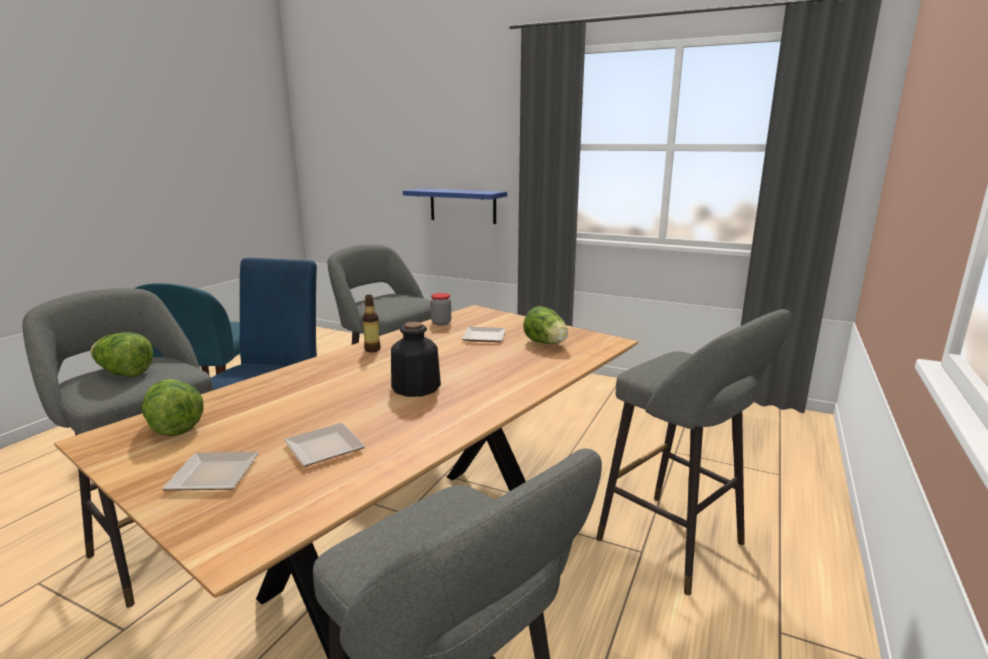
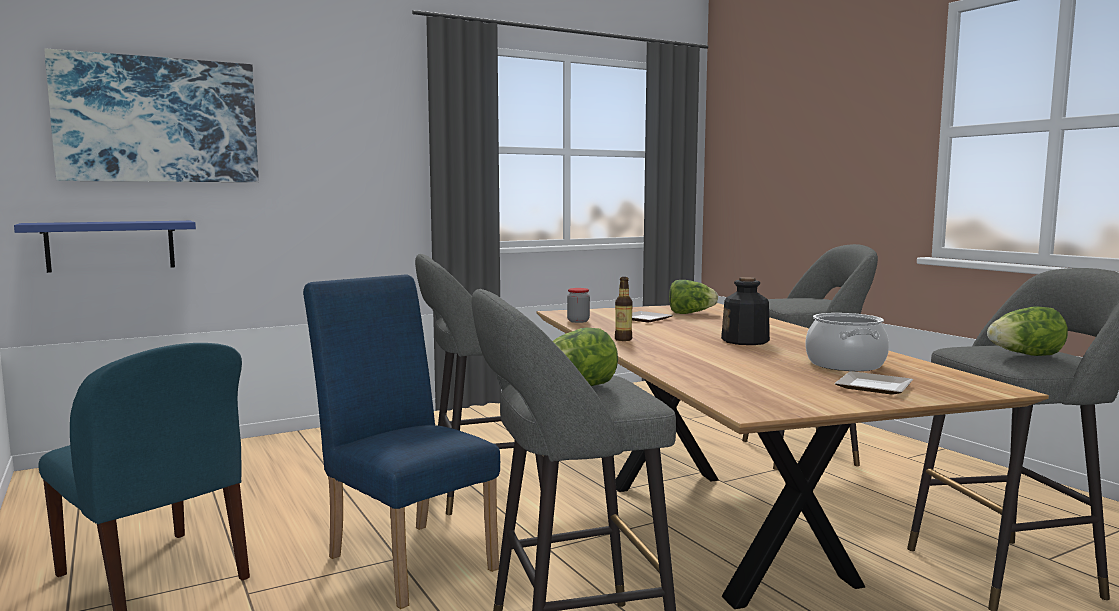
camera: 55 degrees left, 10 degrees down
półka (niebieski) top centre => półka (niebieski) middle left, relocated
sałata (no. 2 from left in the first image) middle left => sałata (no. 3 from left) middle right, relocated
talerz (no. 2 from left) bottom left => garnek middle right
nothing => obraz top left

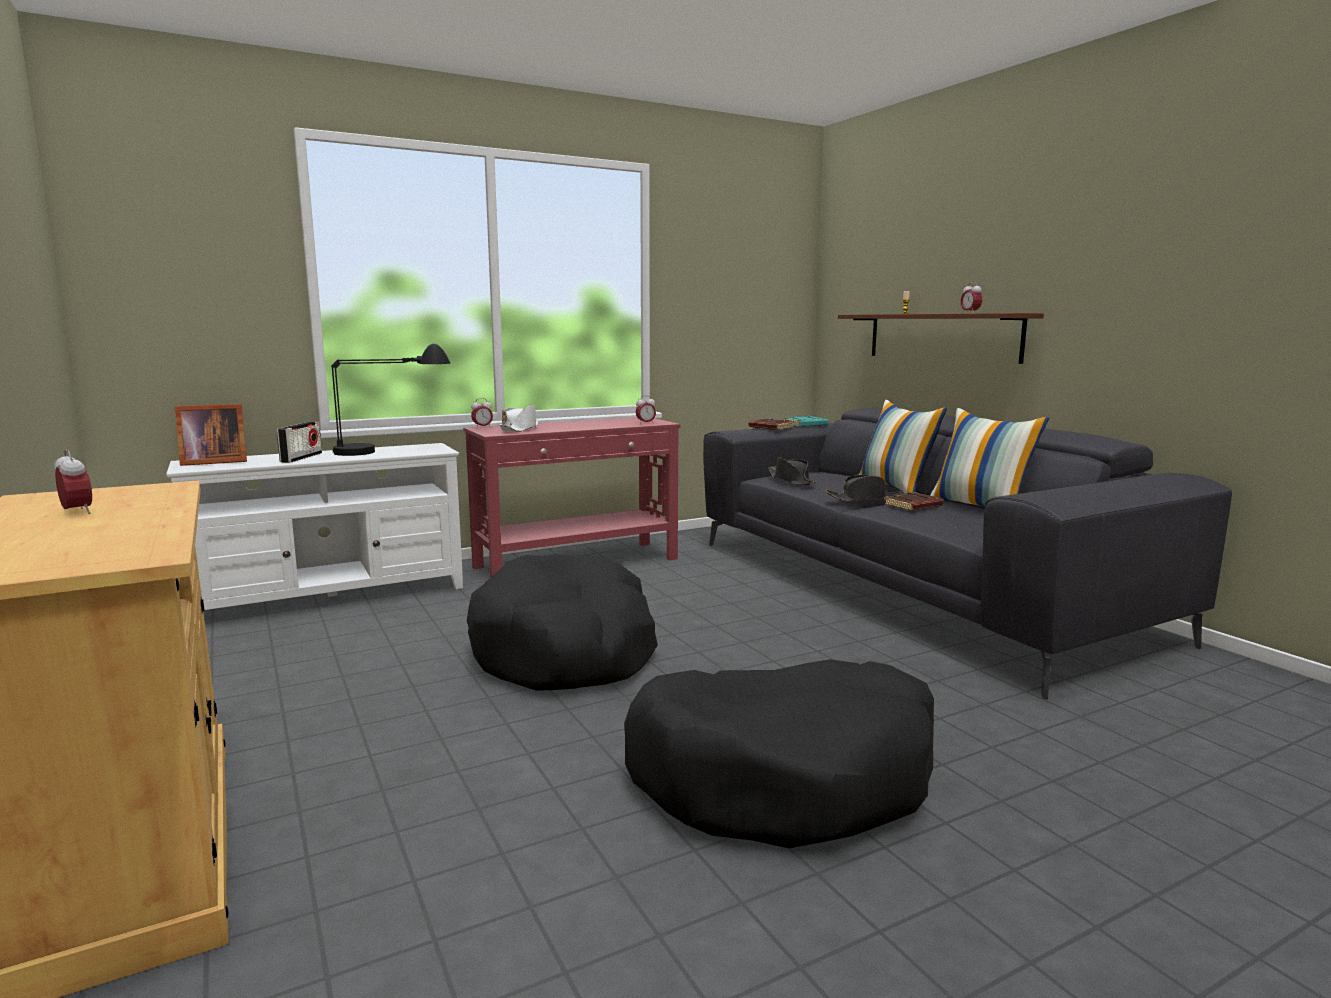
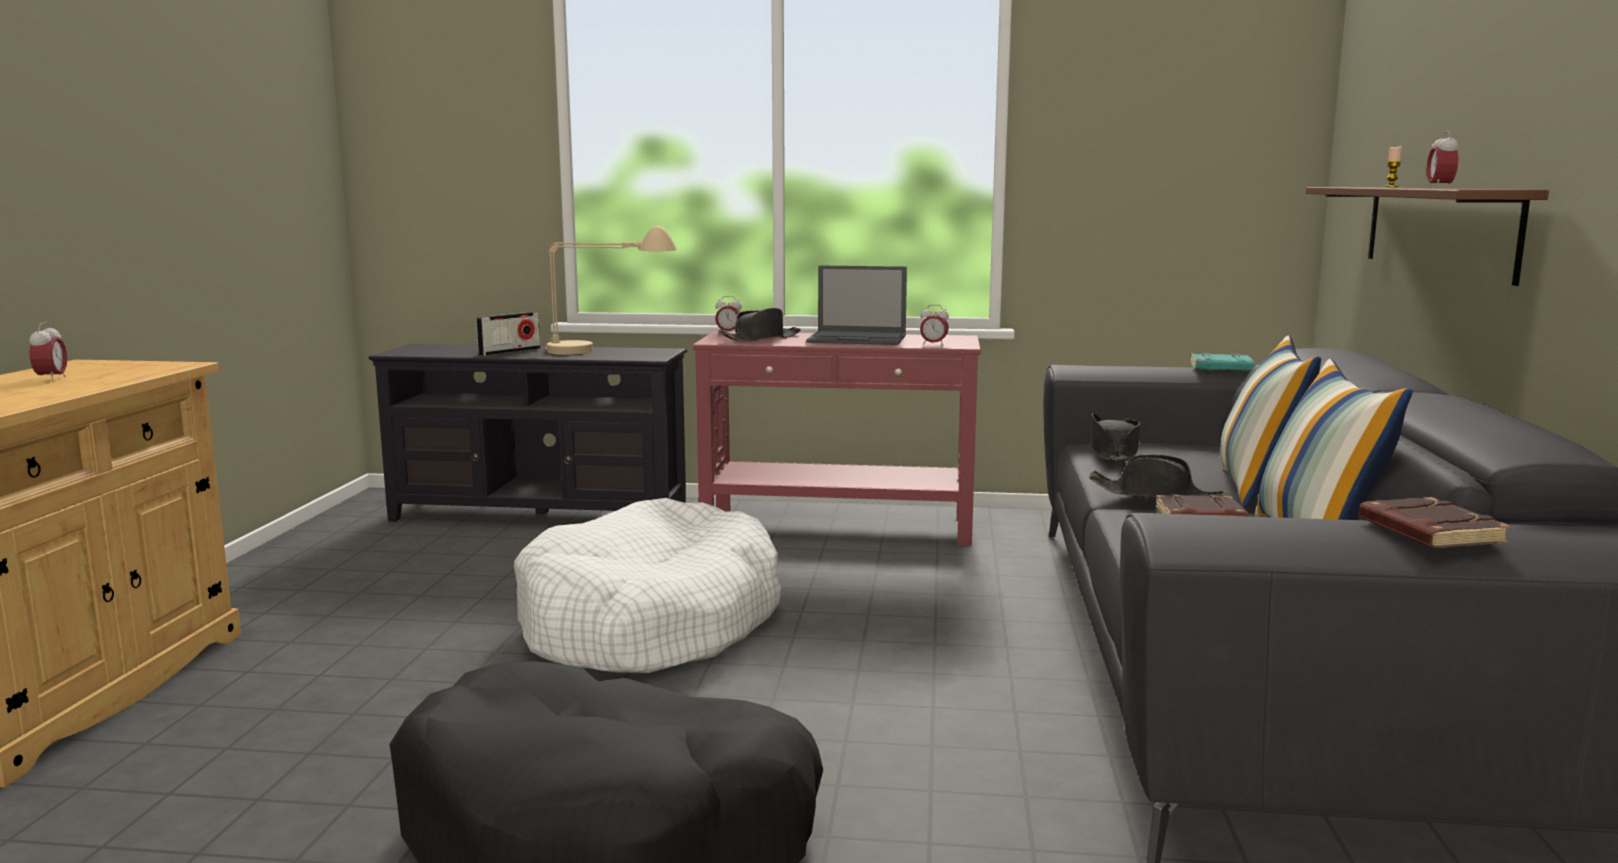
camera: 35 degrees right, 0 degrees up
lampa stołowa (czarny) middle left => lampa stołowa (beżowy) centre
ramka na zdjęcie middle left => nothing
kapelusz (biały) centre => kapelusz (czarny) (no. 1 from left) centre
książka (brązowy) (no. 1 from left in the first image) centre => książka (brązowy) (no. 2 from left) middle right, relocated
szafka pod telewizor (biały) middle left => szafka pod telewizor (czarny) middle left
legowisko (czarny) (no. 1 from left) centre => legowisko (biały) bottom centre
nothing => laptop centre

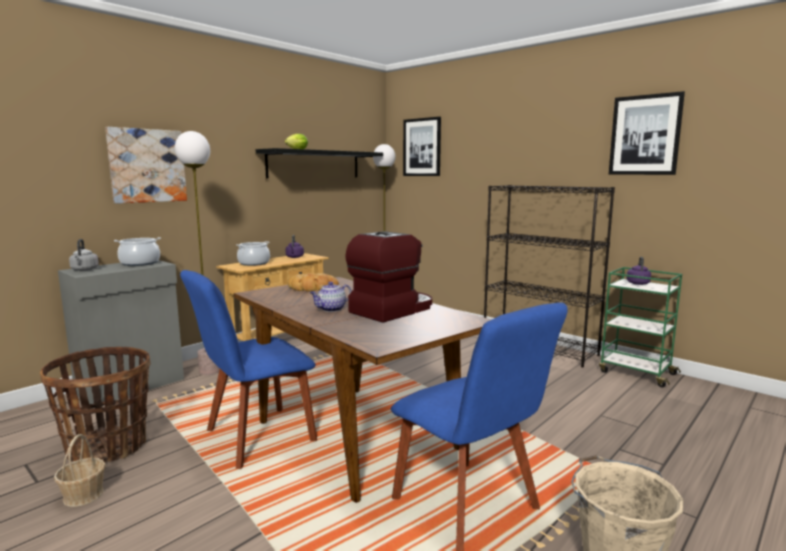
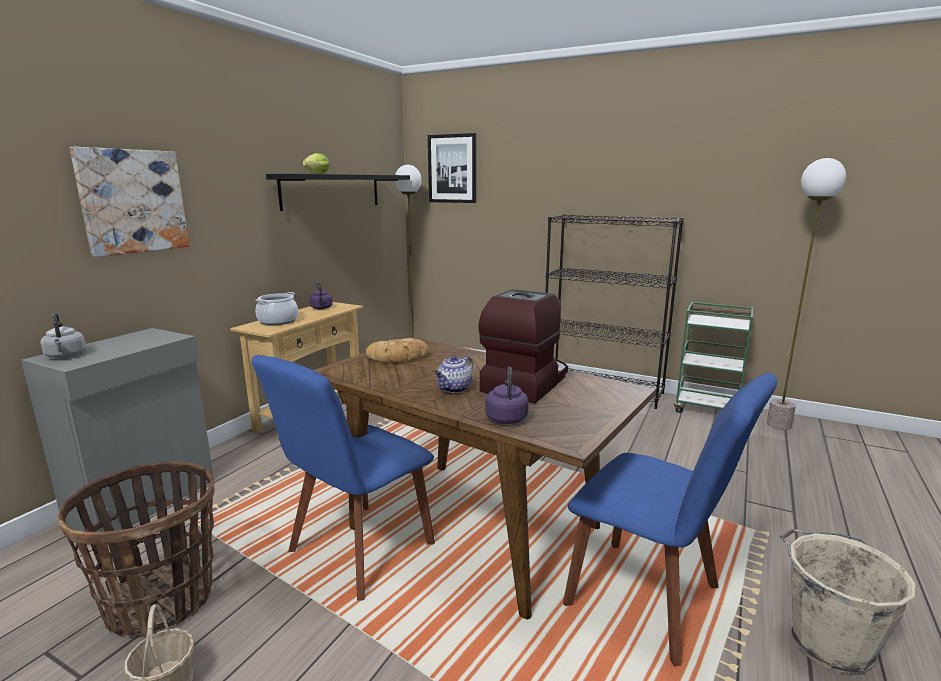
camera: 15 degrees left, 5 degrees up
obraz (no. 3 from left) top right => nothing
lampa stojąca (no. 1 from left in the first image) middle left => lampa stojąca (no. 2 from left) middle right, relocated
garnek (no. 1 from left) middle left => nothing
czajnik (fioletowy) (no. 2 from left) middle right => czajnik (fioletowy) (no. 2 from left) centre, relocated

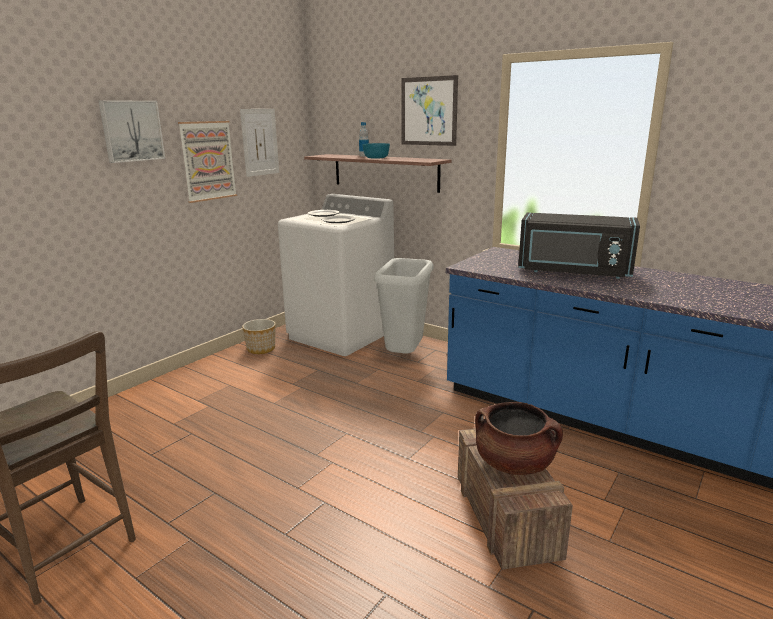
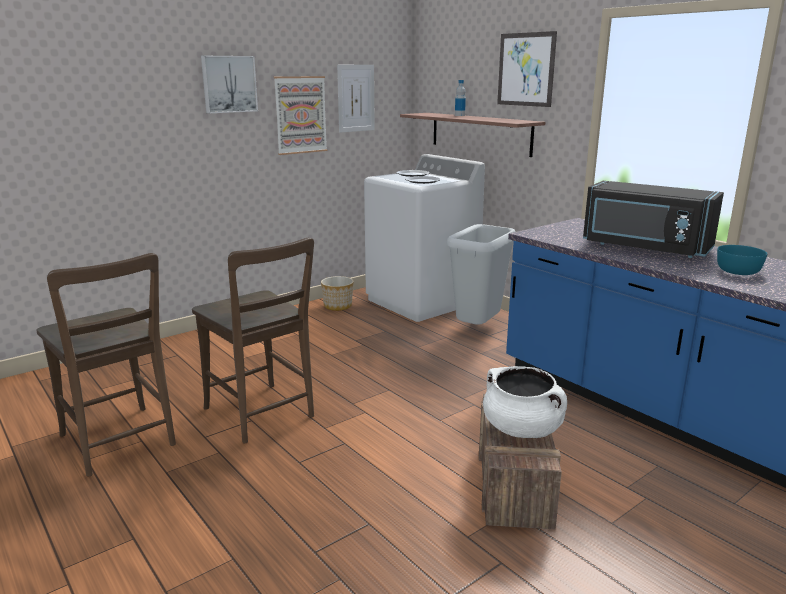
camera: 15 degrees right, 0 degrees up
miska (turkusowy) top centre => miska (turkusowy) middle right, relocated
garnek (brązowy) bottom right => garnek (biały) bottom right
nothing => krzesło (brązowy) (no. 2 from left) middle left

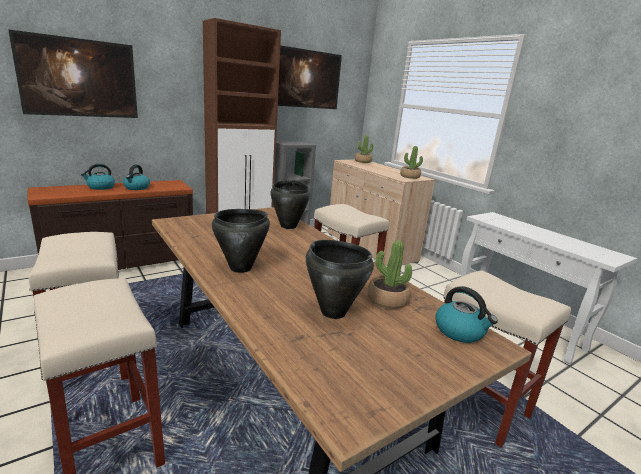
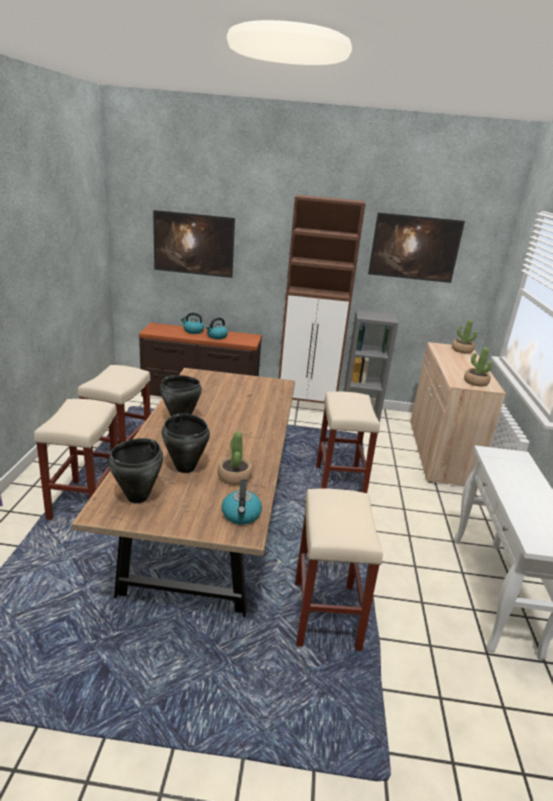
camera: 40 degrees right, 5 degrees up
garnek (czarny) (no. 2 from left in the first image) centre => garnek (czarny) (no. 1 from left) middle left, relocated

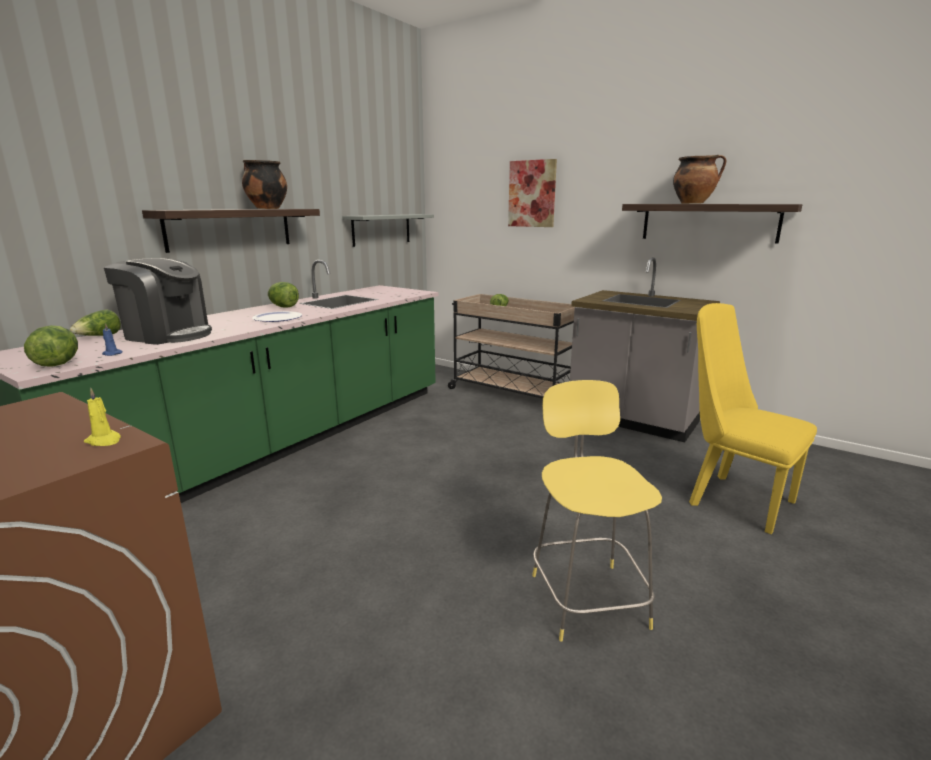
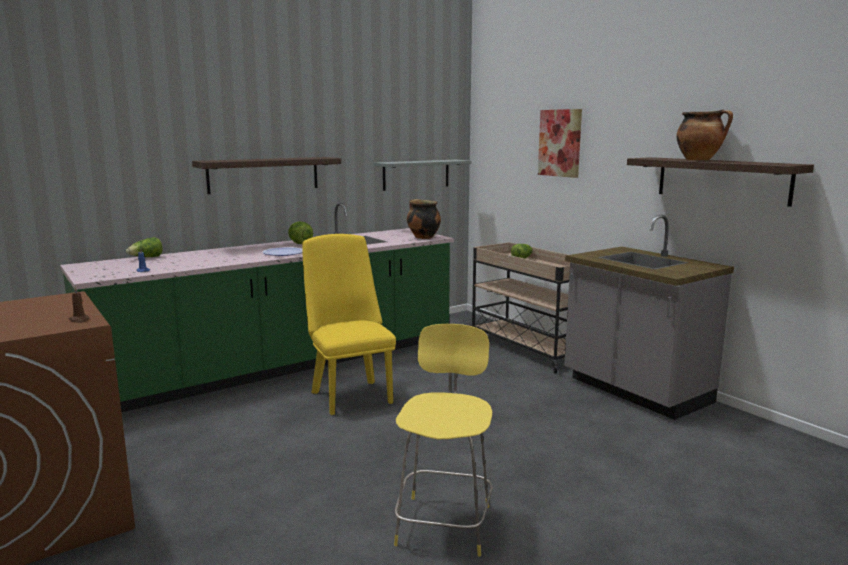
camera: 20 degrees right, 5 degrees down
garnek (no. 1 from left) top left => garnek (no. 1 from left) centre, relocated
ekspres do kawy middle left => nothing
krzesło (żółty) middle right => krzesło (żółty) centre, relocated
sałata (no. 1 from left) middle left => nothing
świeca (żółty) middle left => świeca (brązowy) middle left

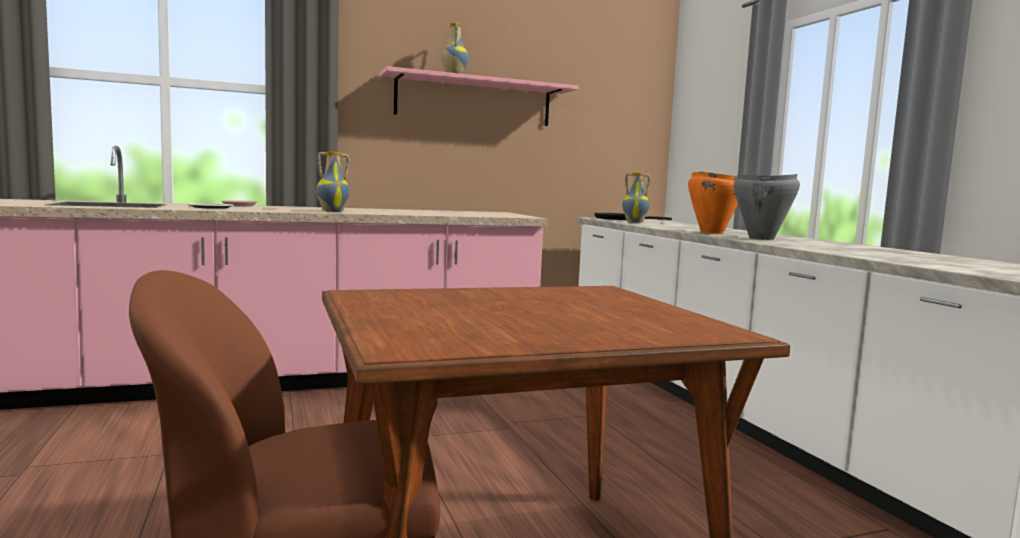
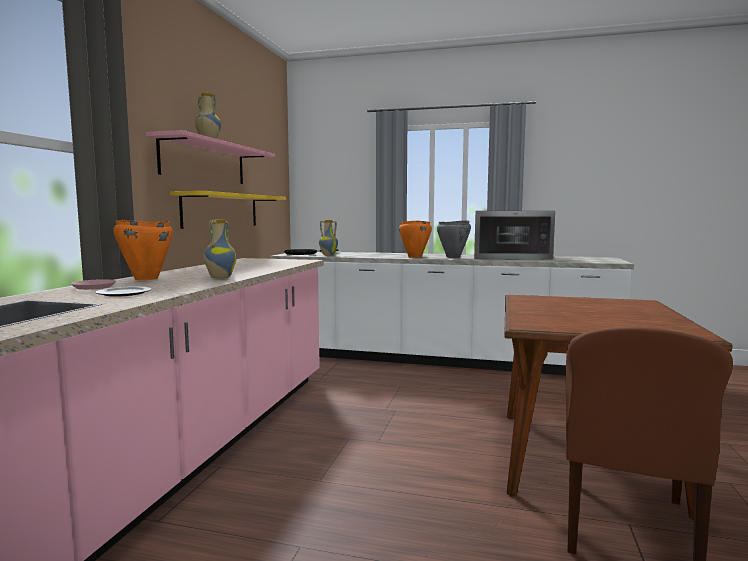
camera: 55 degrees left, 0 degrees up
nothing => półka (żółty) middle left
nothing => mikrofalówka middle right
nothing => garnek (pomarańczowy) (no. 1 from left) middle left

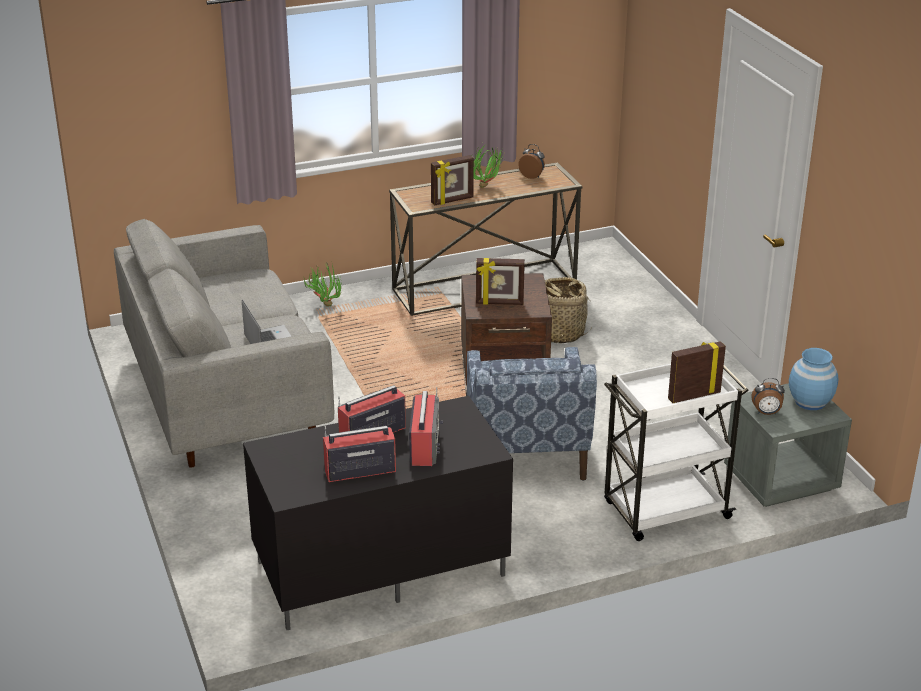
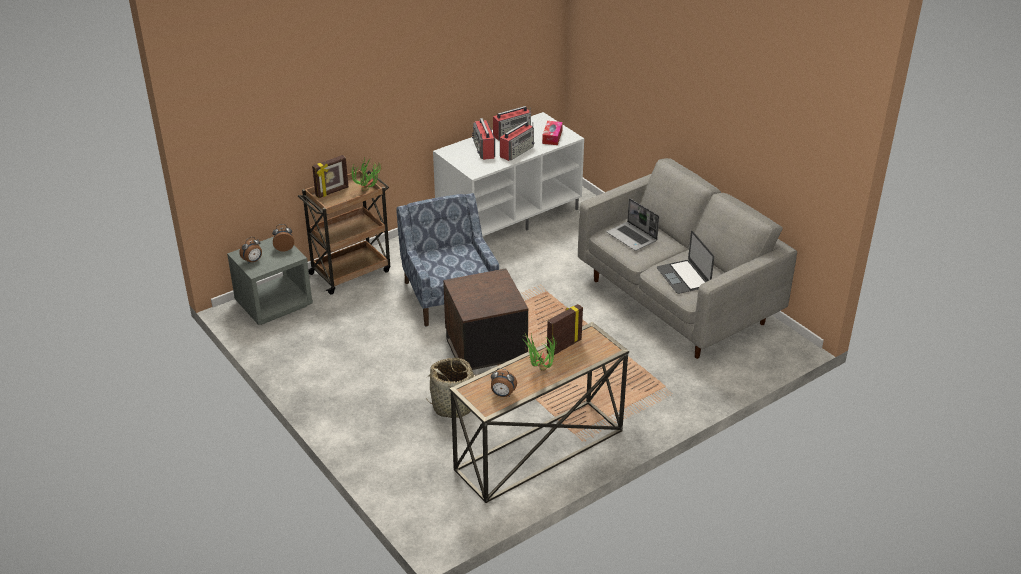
camera: 165 degrees right, 5 degrees up
ramka na zdjęcie (no. 2 from left) centre => nothing
roślina doniczkowa (no. 1 from left) centre => roślina doniczkowa (no. 1 from left) top centre, relocated
wazon (niebieski) middle right => budzik (no. 1 from left) middle left
wózek (biały) middle right => wózek (brązowy) centre
szafka pod telewizor (czarny) bottom centre => szafka pod telewizor (biały) top centre
nothing => pudełko chusteczek top centre
nothing => laptop (no. 2 from left) middle right

